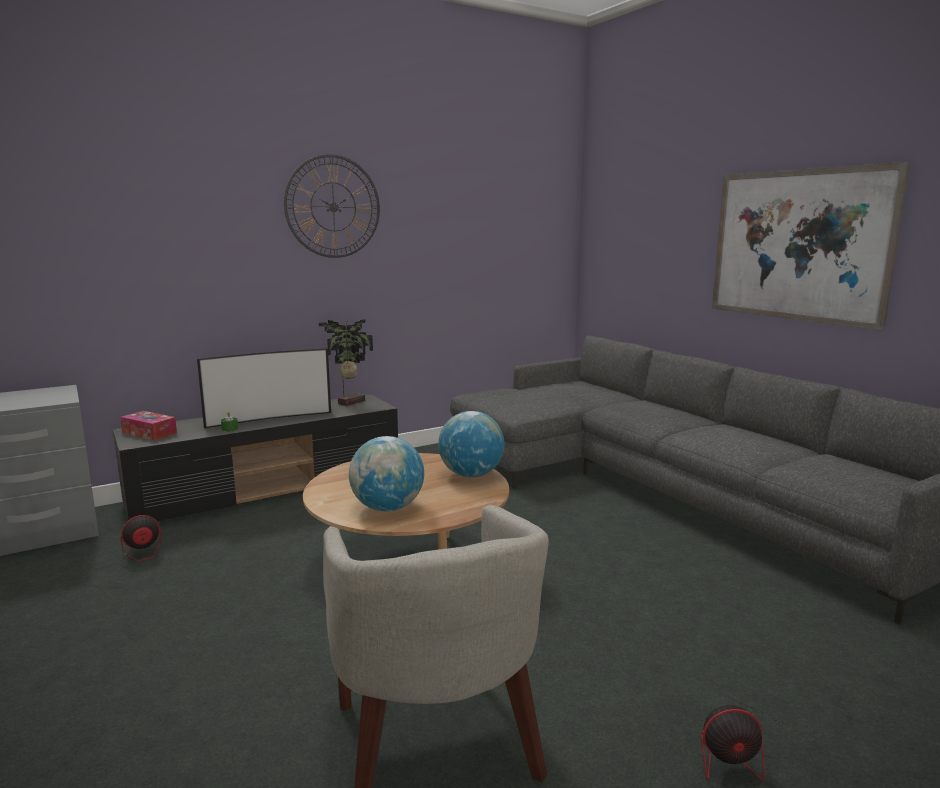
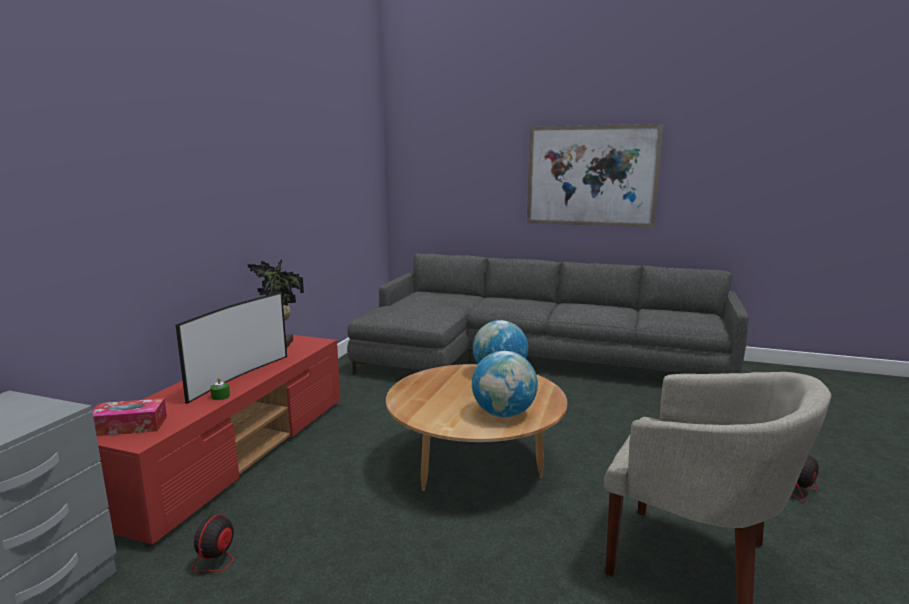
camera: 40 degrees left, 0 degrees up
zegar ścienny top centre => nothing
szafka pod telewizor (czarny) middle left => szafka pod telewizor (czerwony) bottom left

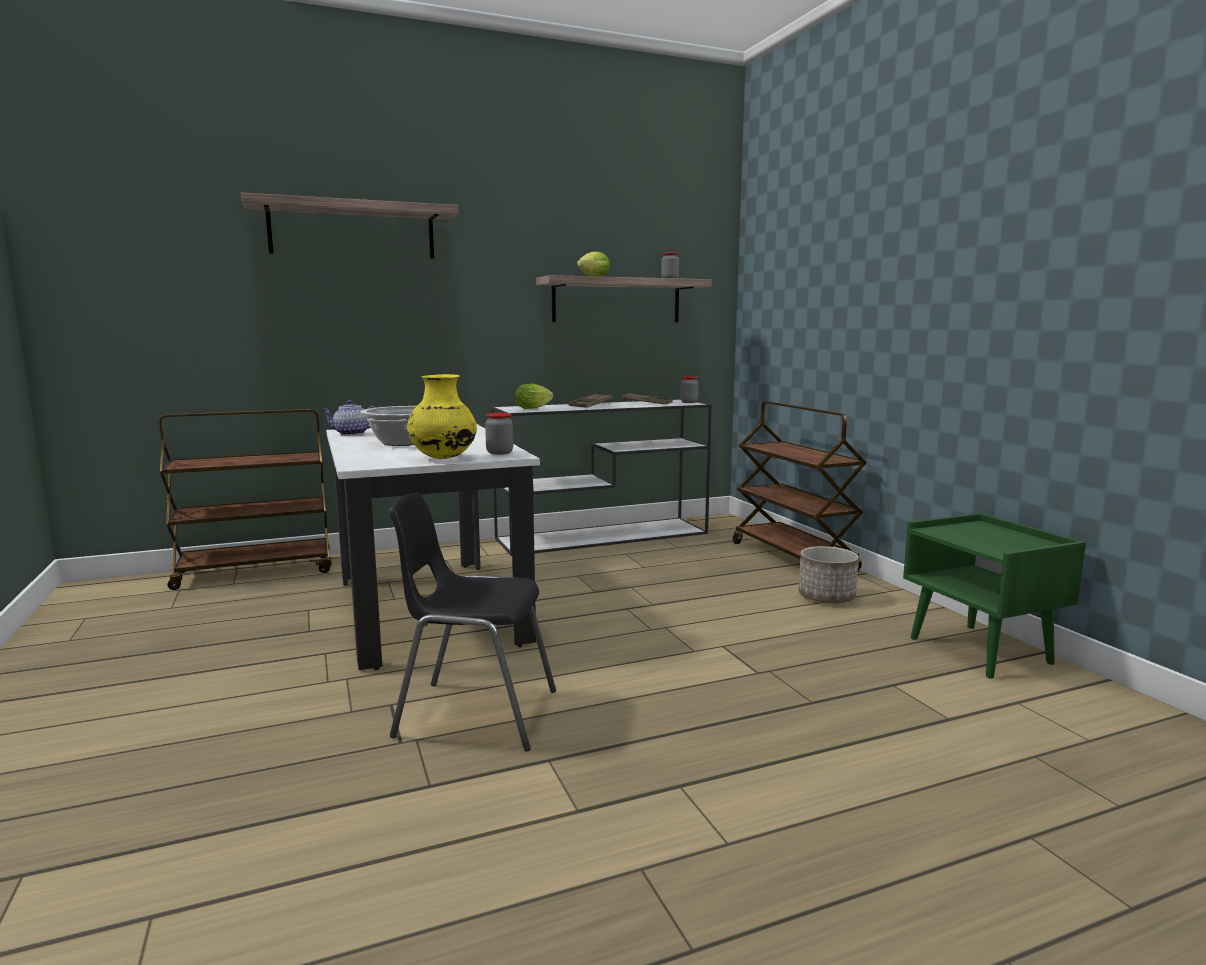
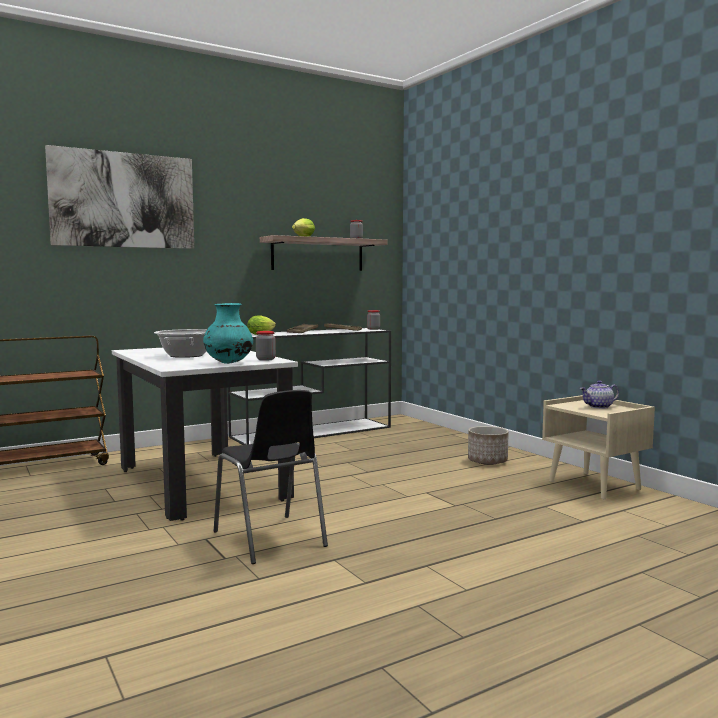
camera: 10 degrees left, 5 degrees down
półka (no. 1 from left) top left => obraz top left
wazon (żółty) centre => wazon (turkusowy) middle left
imbryk middle left => imbryk middle right, relocated
wózek (brązowy) (no. 2 from left) centre => nothing
krzesło (czarny) centre, 120 degrees counterclockwise
szafka nocna (zielony) middle right => szafka nocna (beżowy) middle right

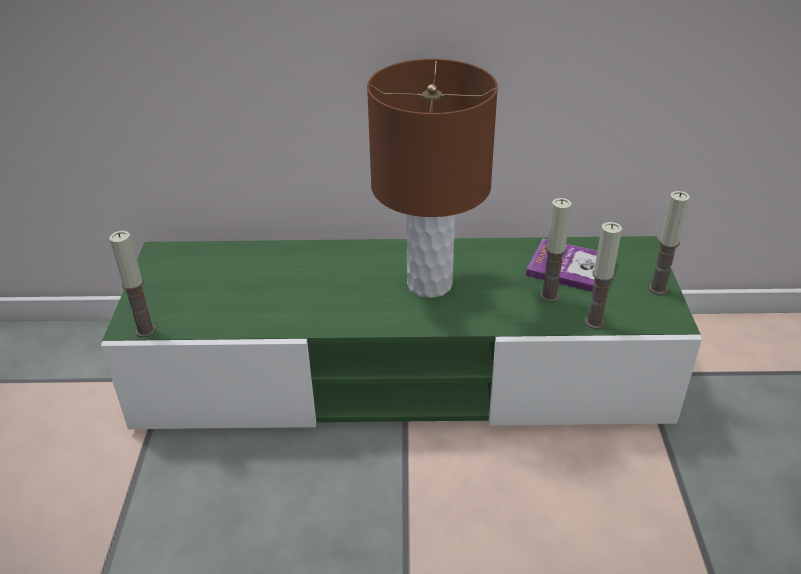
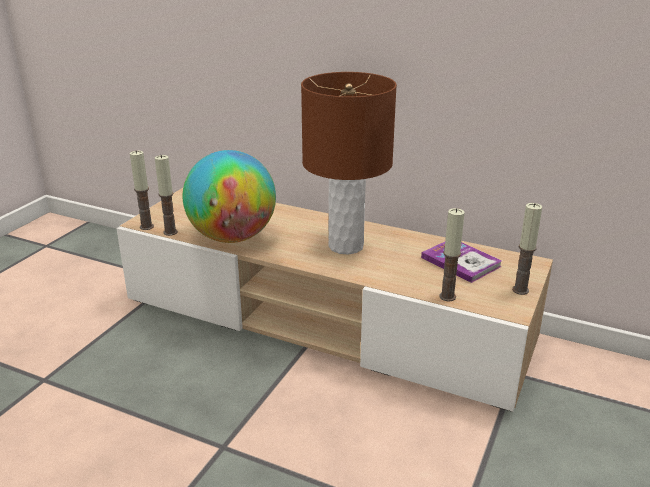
camera: 25 degrees right, 10 degrees down
świeca (no. 2 from left) middle right => świeca (no. 2 from left) middle left, relocated
szafka pod telewizor (zielony) centre => szafka pod telewizor (beżowy) centre
nothing => globus centre

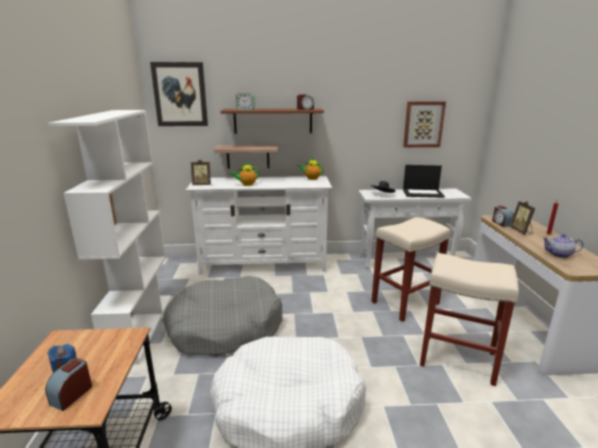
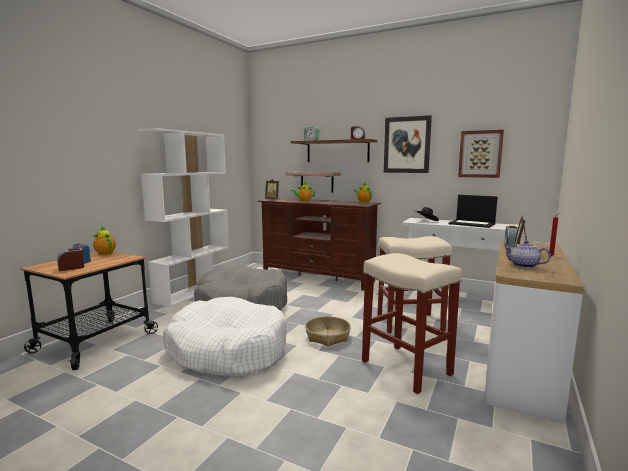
camera: 30 degrees right, 10 degrees down
obraz (no. 1 from left) top left => obraz (no. 1 from left) top centre, relocated
szafka pod telewizor (biały) centre => szafka pod telewizor (brązowy) centre
nothing => imbryk (no. 1 from left) middle left
nothing => koszyk bottom centre

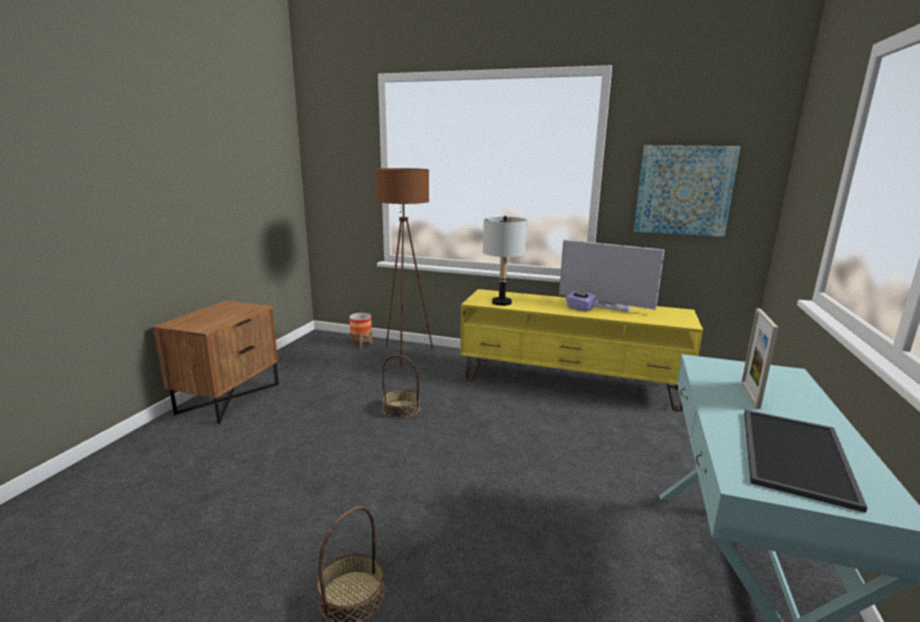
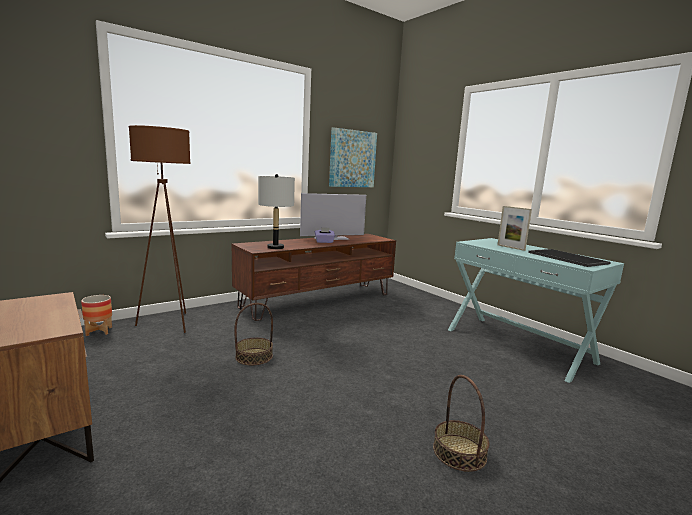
camera: 55 degrees left, 5 degrees down
szafka pod telewizor (żółty) centre => szafka pod telewizor (brązowy) centre

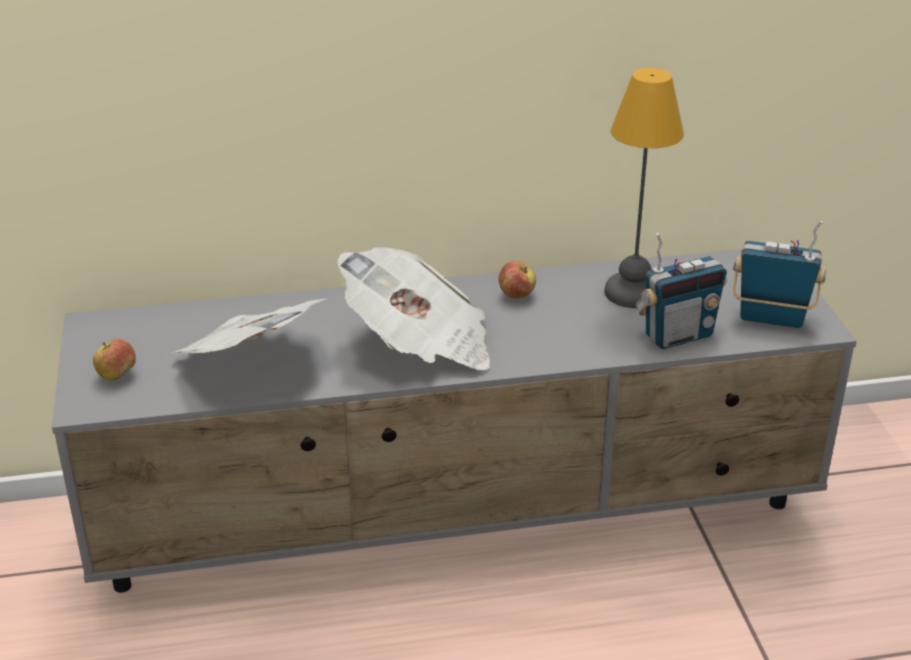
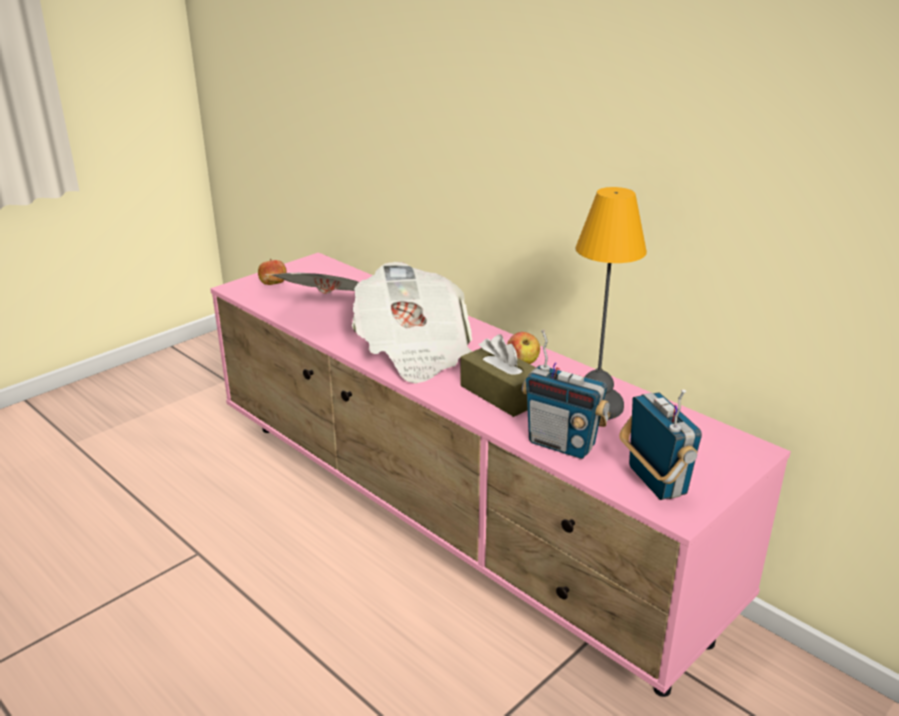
camera: 55 degrees right, 5 degrees down
szafka pod telewizor (szary) centre => szafka pod telewizor (różowy) centre
nothing => pudełko chusteczek (brązowy) centre

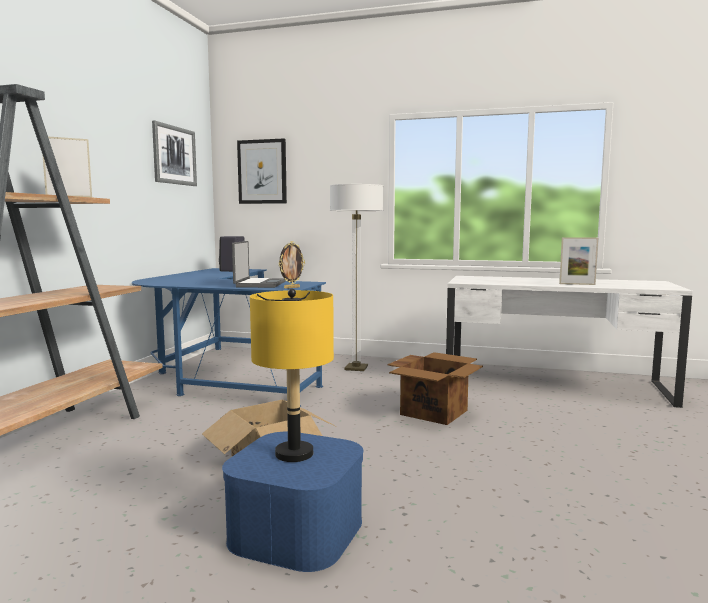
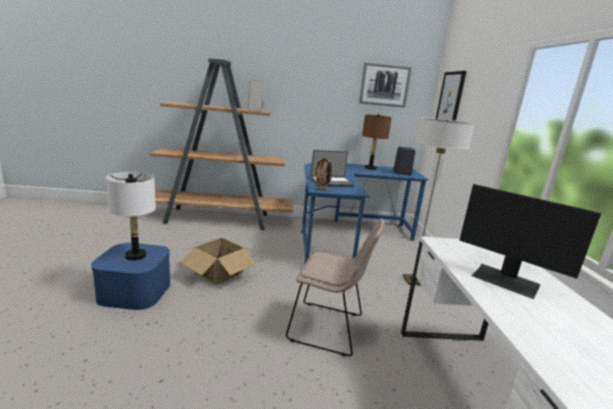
camera: 70 degrees right, 10 degrees up
ramka na zdjęcie (no. 3 from left) middle right => nothing
lampa stołowa (żółty) centre => lampa stołowa (biały) middle left
karton (no. 2 from left) centre => krzesło (beżowy) bottom centre
nothing => lampa stołowa (brązowy) centre
nothing => monitor middle right

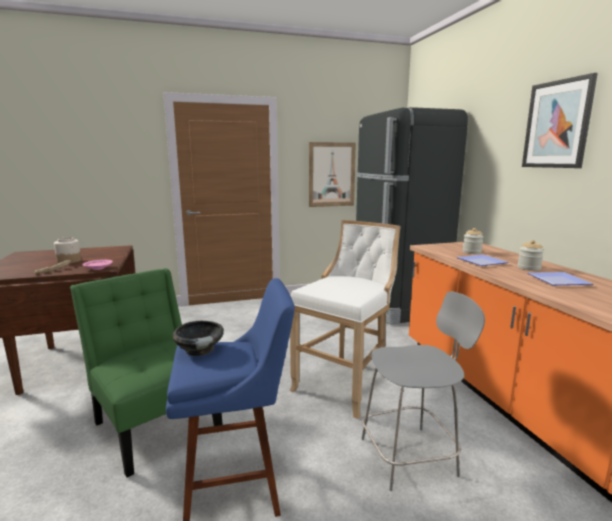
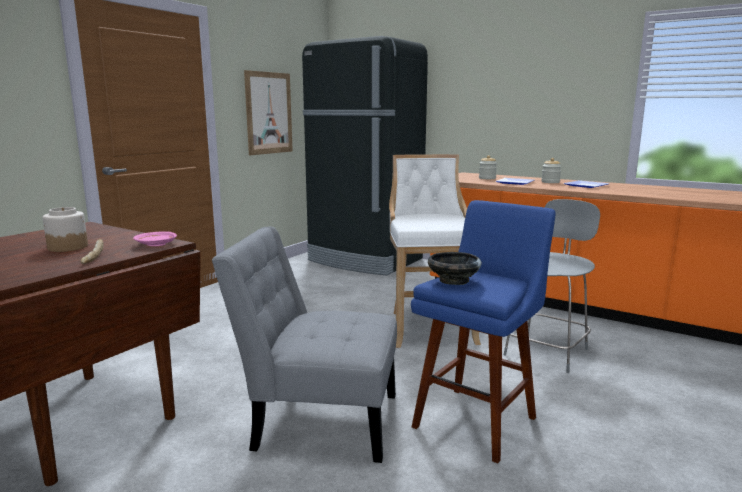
camera: 40 degrees left, 0 degrees up
obraz (no. 2 from left) top right => nothing
krzesło (zielony) bottom left => krzesło (szary) (no. 1 from left) bottom centre

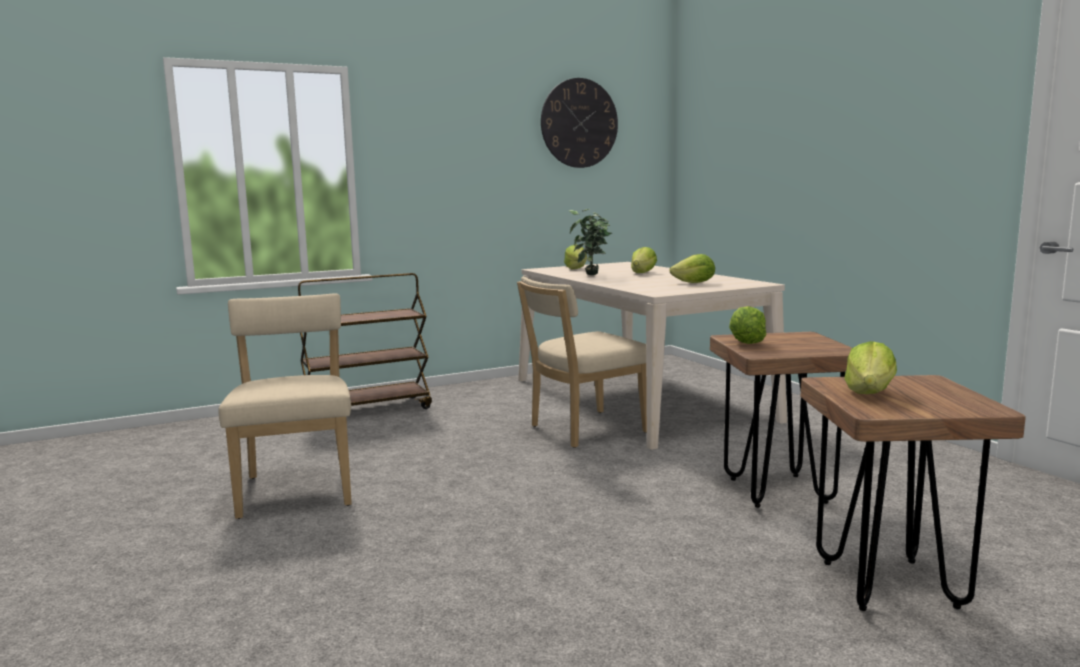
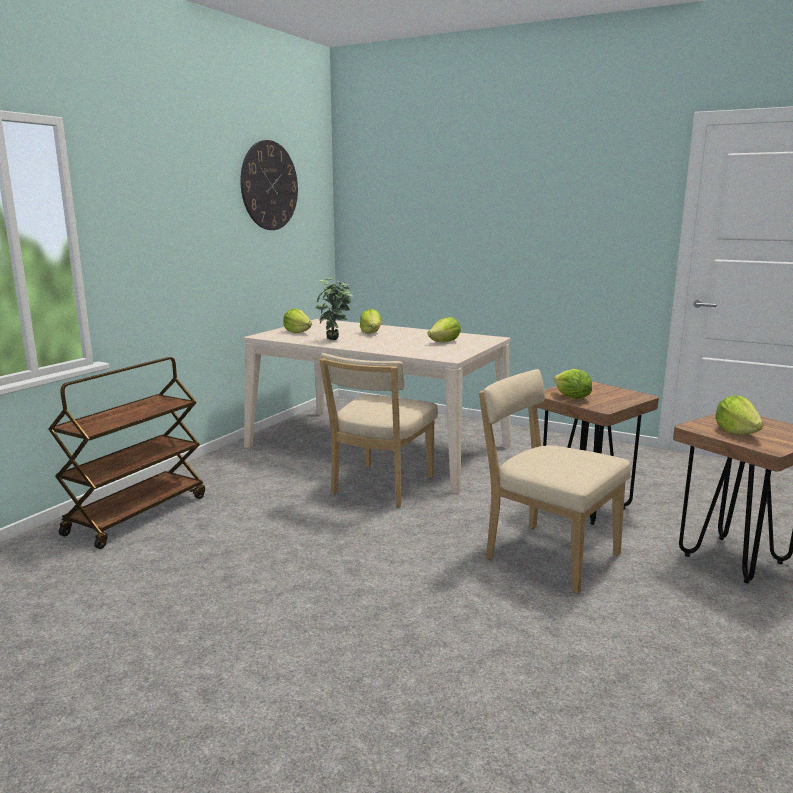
camera: 35 degrees left, 5 degrees up
krzesło (beżowy) (no. 1 from left in the first image) middle left => krzesło (beżowy) (no. 2 from left) middle right, relocated

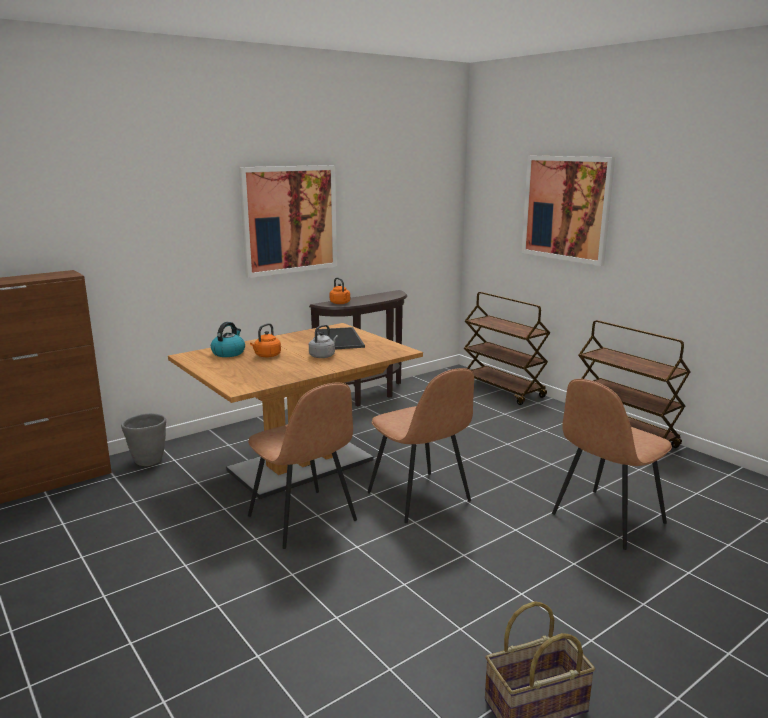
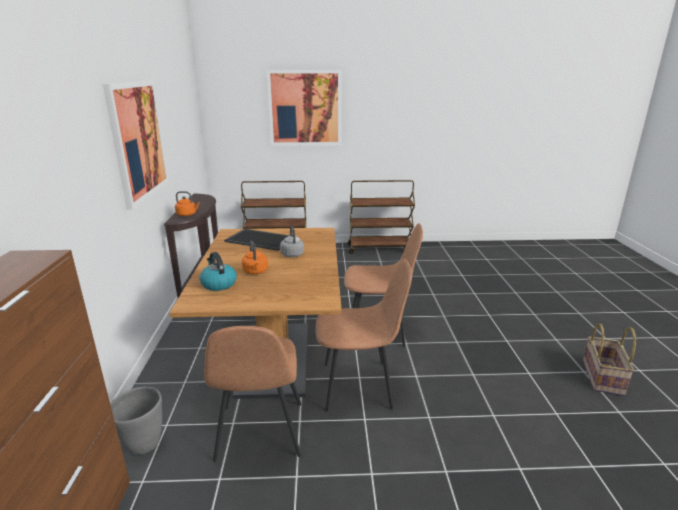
camera: 55 degrees left, 5 degrees up
krzesło (brązowy) (no. 3 from left in the first image) middle right => krzesło (brązowy) (no. 1 from left) bottom centre, relocated

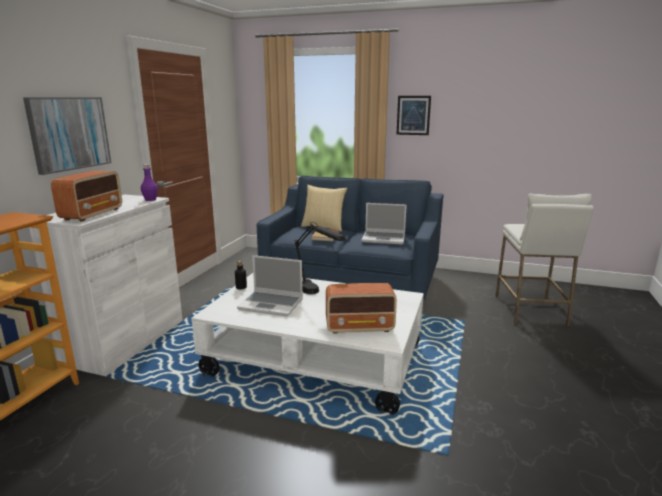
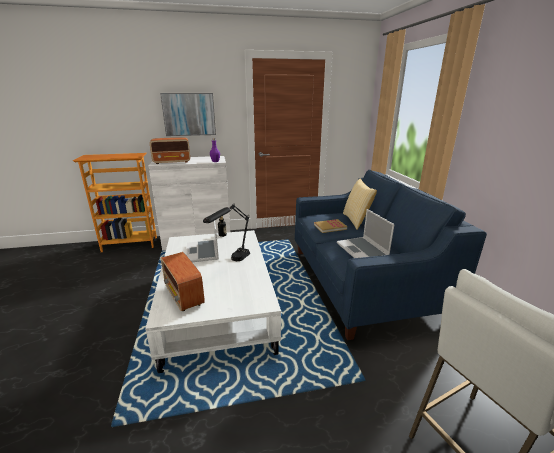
camera: 60 degrees right, 5 degrees up
obraz (no. 2 from left) top centre => nothing

